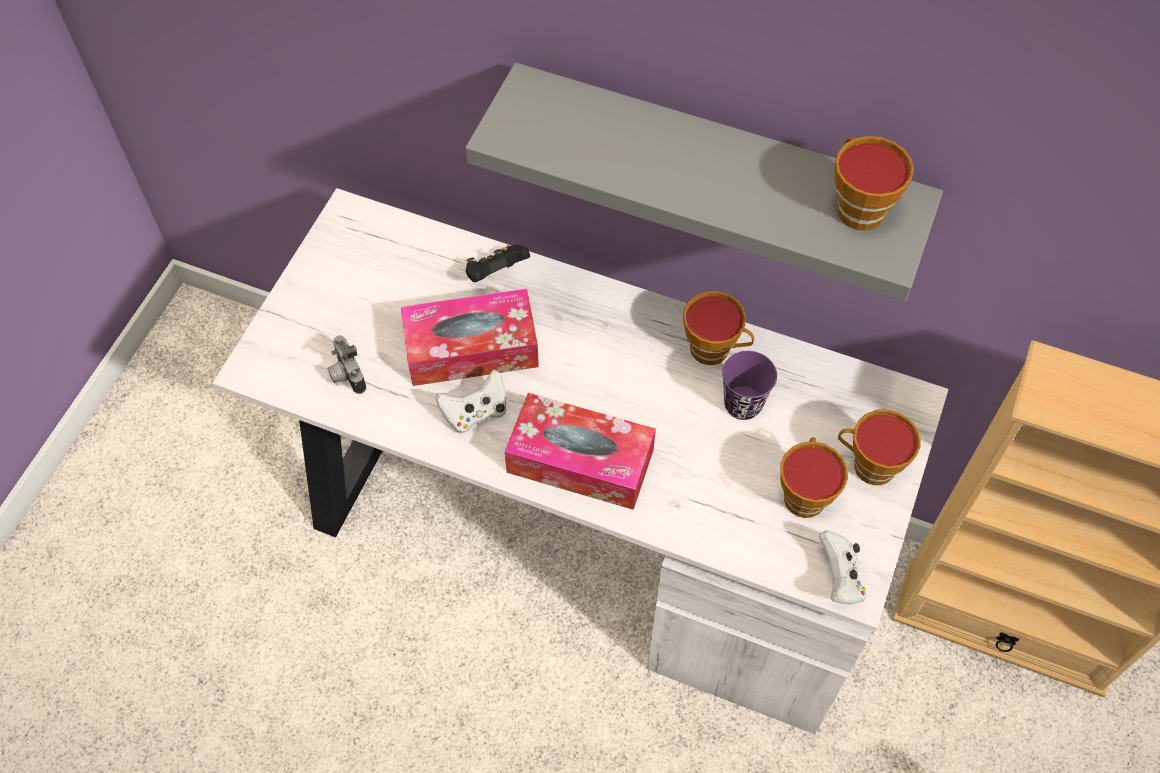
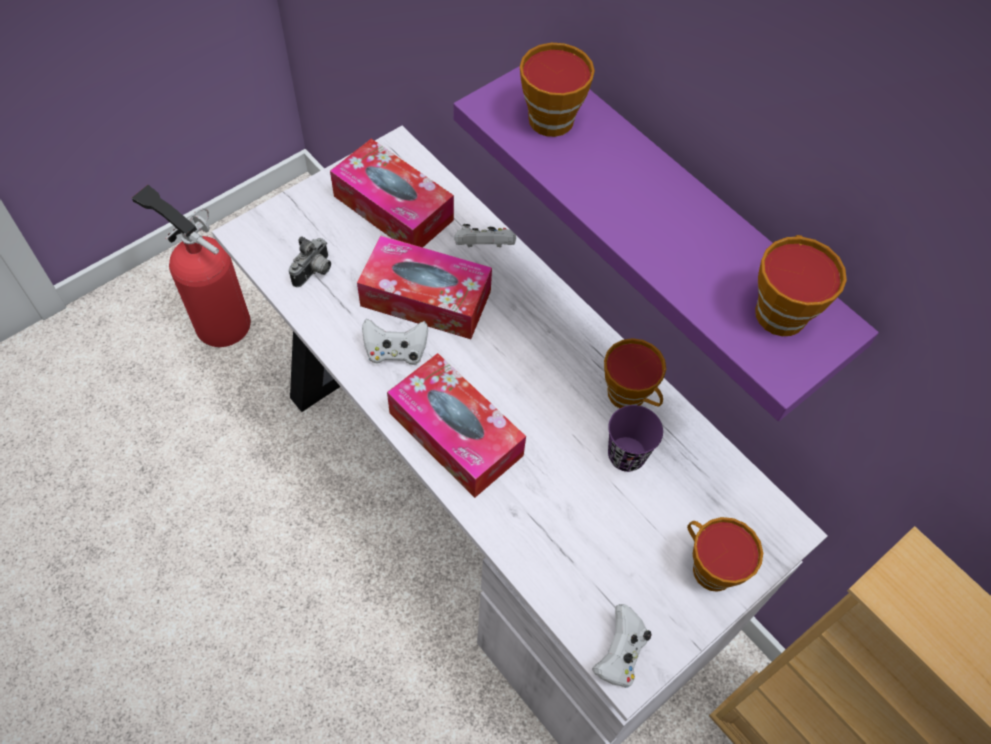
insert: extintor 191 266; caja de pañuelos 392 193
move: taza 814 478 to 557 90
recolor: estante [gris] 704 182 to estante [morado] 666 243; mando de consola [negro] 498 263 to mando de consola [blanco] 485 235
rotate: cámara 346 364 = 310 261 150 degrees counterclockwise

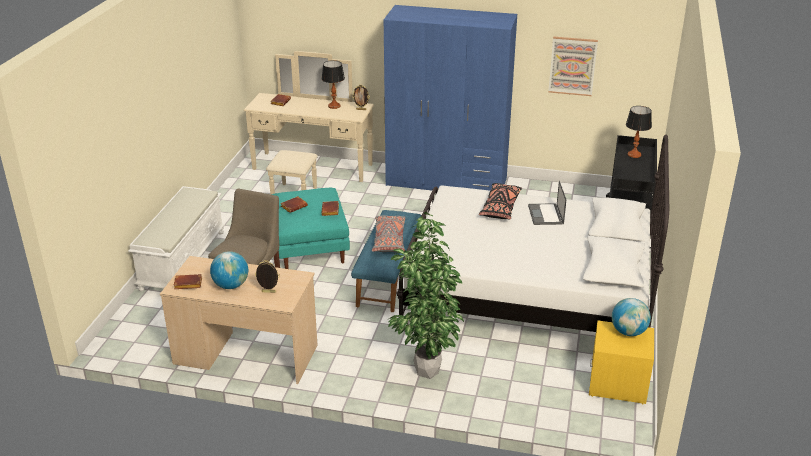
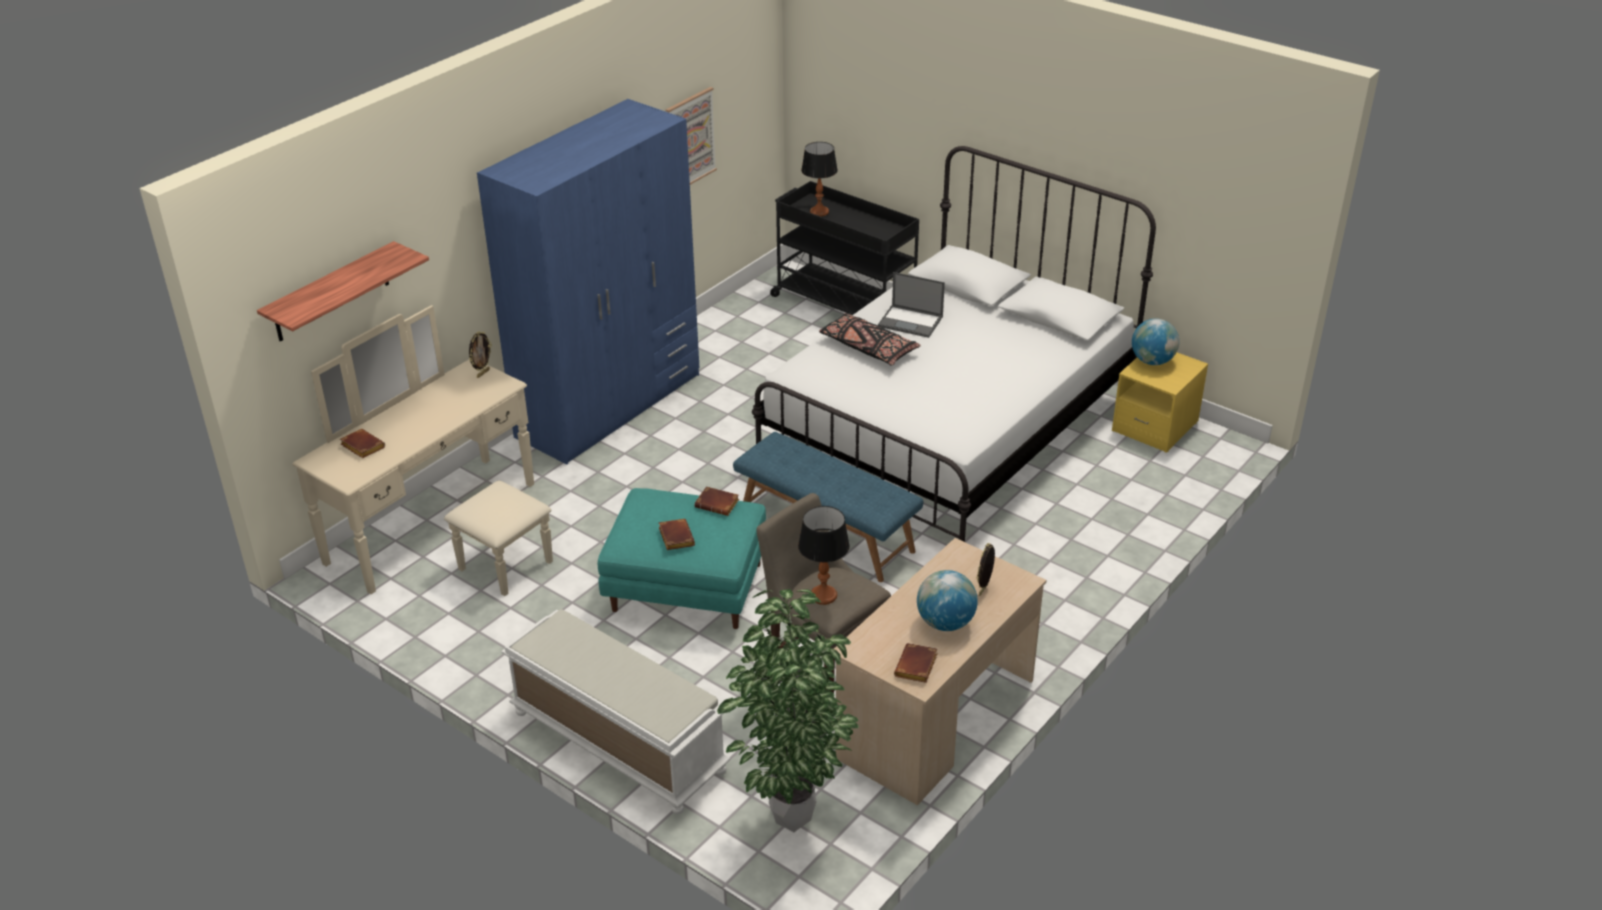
delete: cojín [gris] 389 233
insert: estante 343 291
move: lámpara de mesa 333 84 to 824 555; planta en maceta 426 295 to 788 710

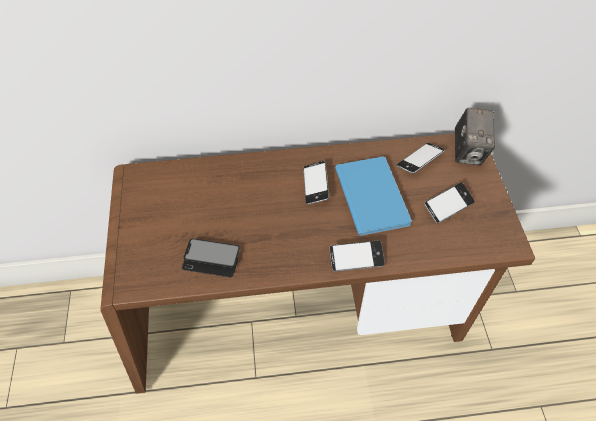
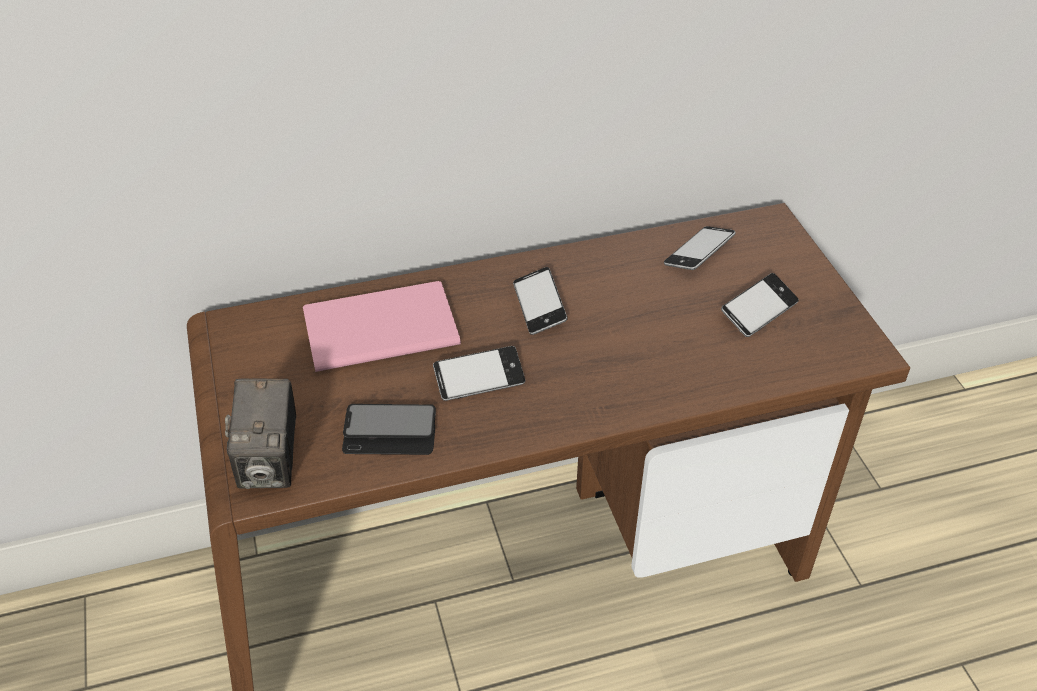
delete: libro [azul] 373 196
insert: libro [rosa] 382 326
move: móvil 357 256 to 479 373; cámara 475 136 to 260 434

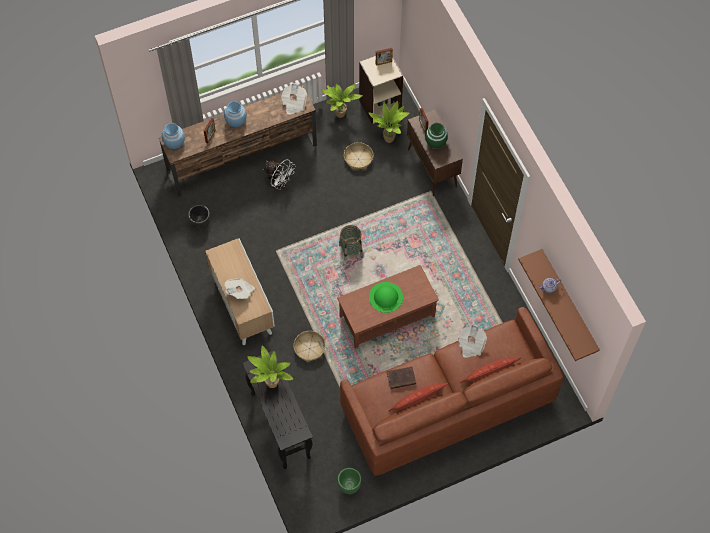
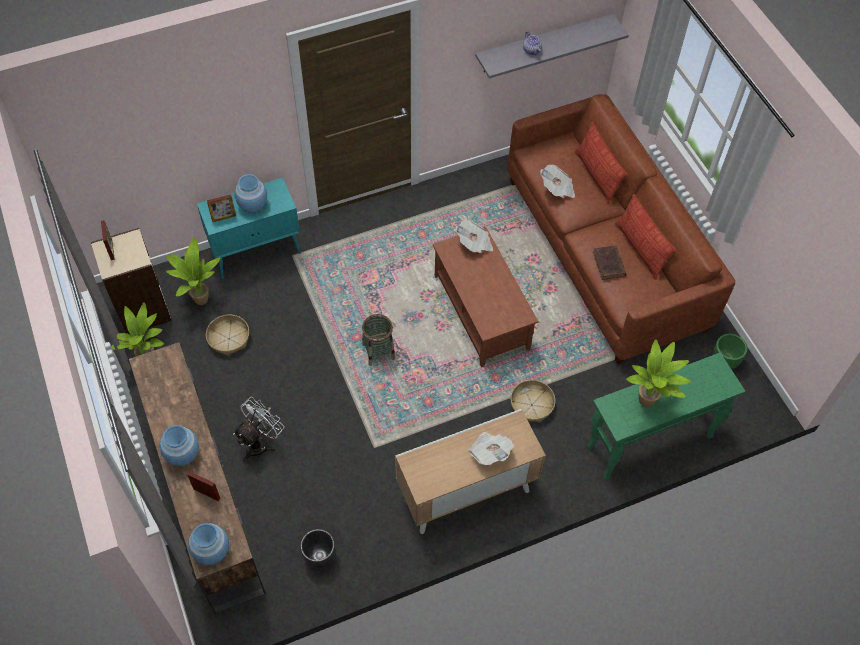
delete: sombrero [verde] 386 297
move: periódico 294 99 to 474 236
recolor: mesa consola [negro] 278 409 to mesa consola [verde] 666 416; armario [marrón] 435 153 to armario [turquesa] 249 228; florero [verde] 436 136 to florero [azul] 251 193; estante [marrón] 559 305 to estante [gris] 552 46

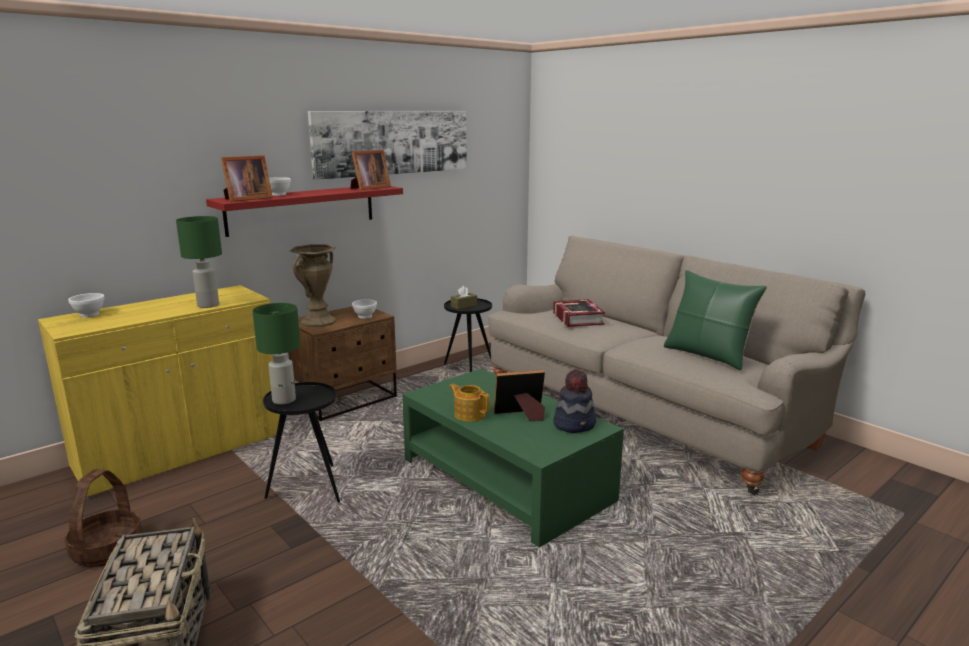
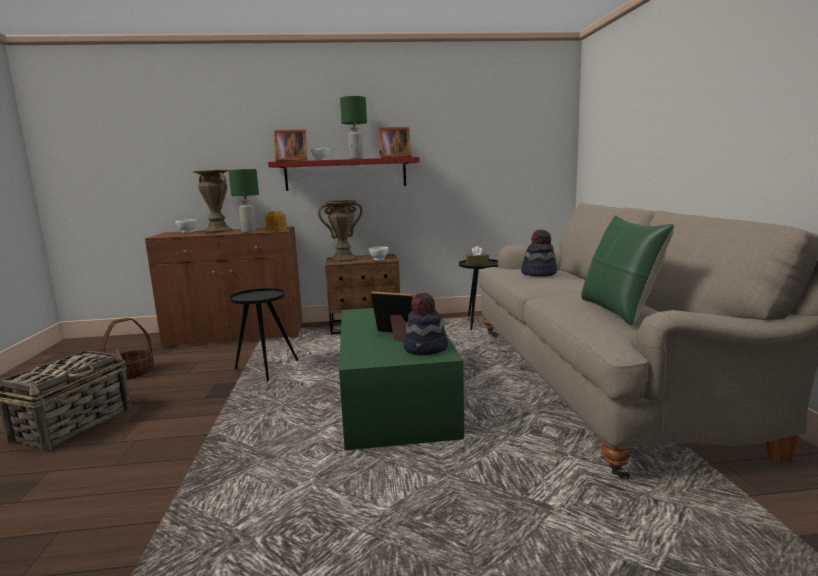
delete: cuadro 387 145
insert: florero [marrón] 212 201
move: lámpara de mesa [verde] 276 354 to 353 127; tetera 469 403 to 276 221
replace: libro 579 313 to sombrero 539 253
recolor: armario [amarillo] 159 391 to armario [marrón] 224 286

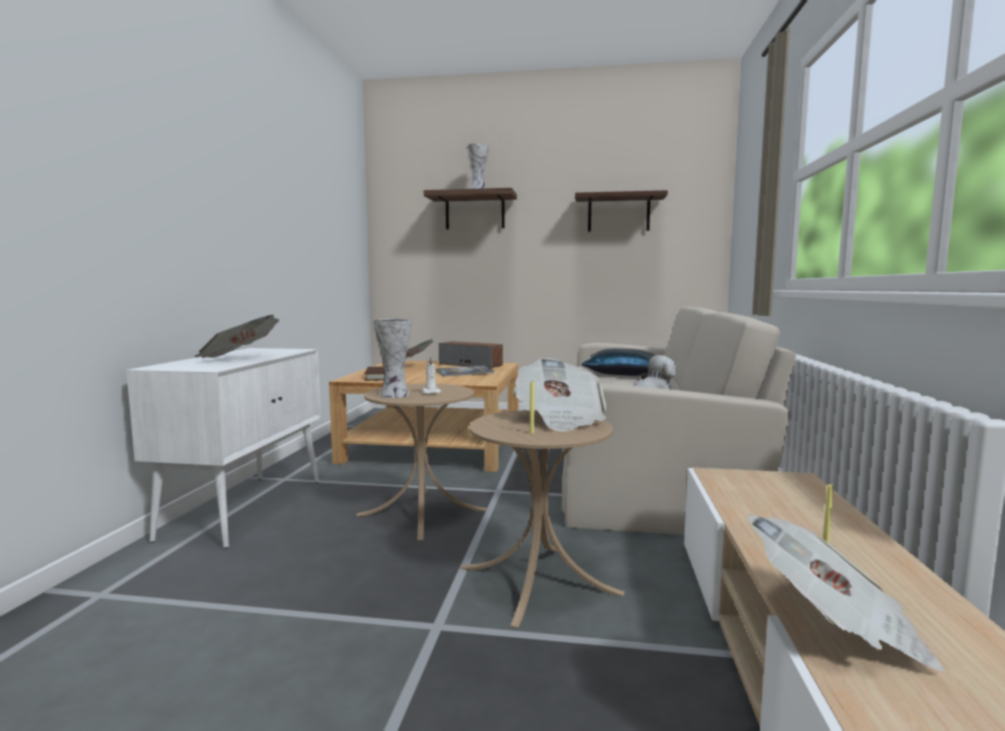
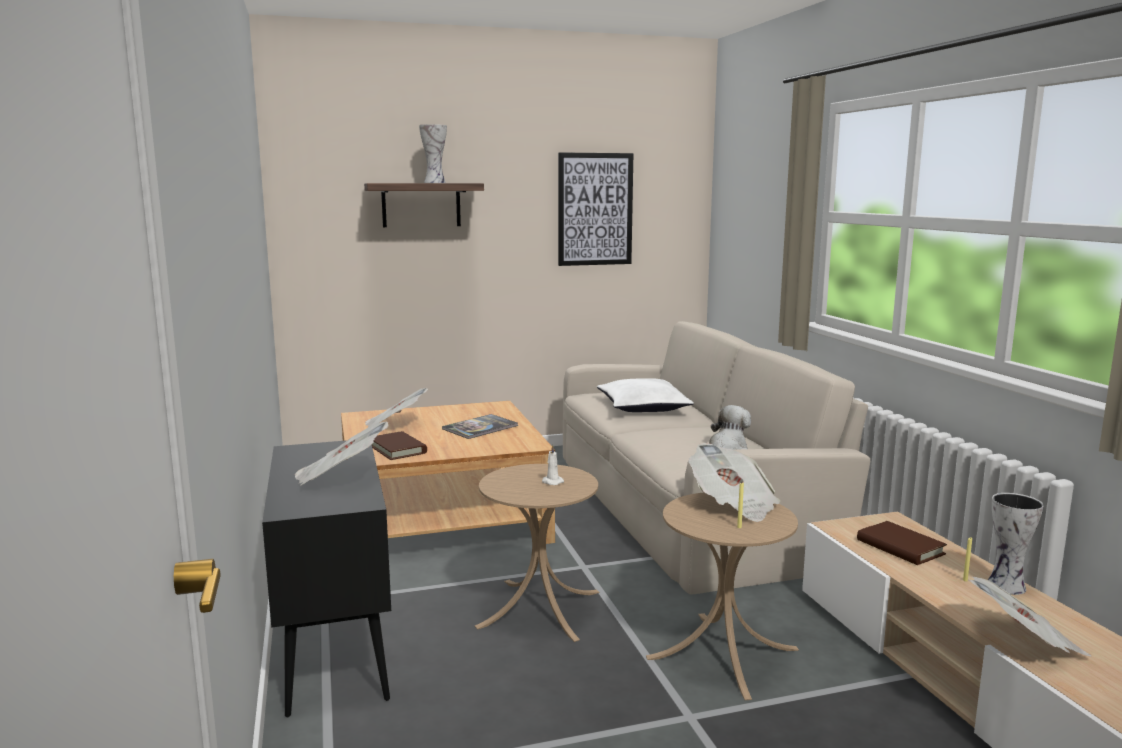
delete: altavoz 471 355
insert: libro [marrón] 902 543
move: florero 393 358 to 1016 544
replace: estante 621 211 to cuadro 595 209
recolor: armario [blanco] 223 448 to armario [negro] 326 579; cojín [azul] 619 362 to cojín [blanco] 645 395

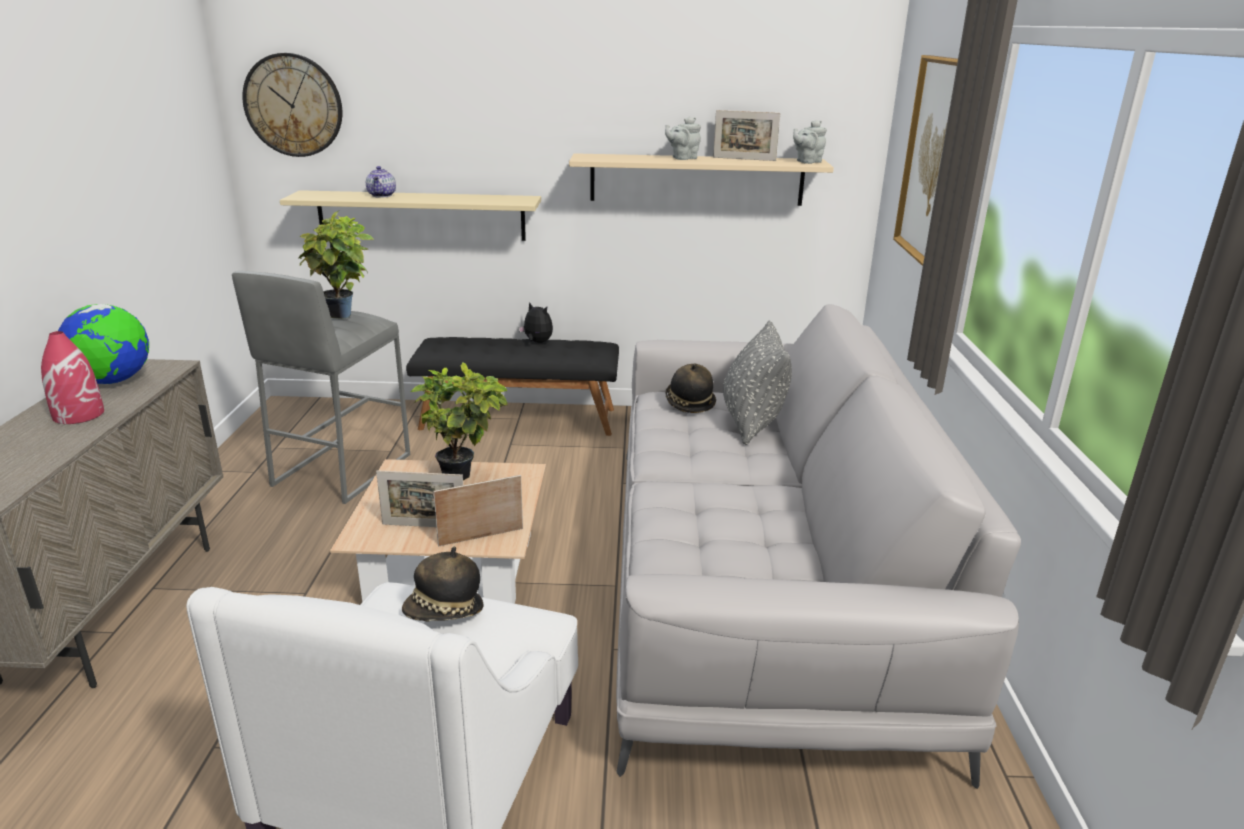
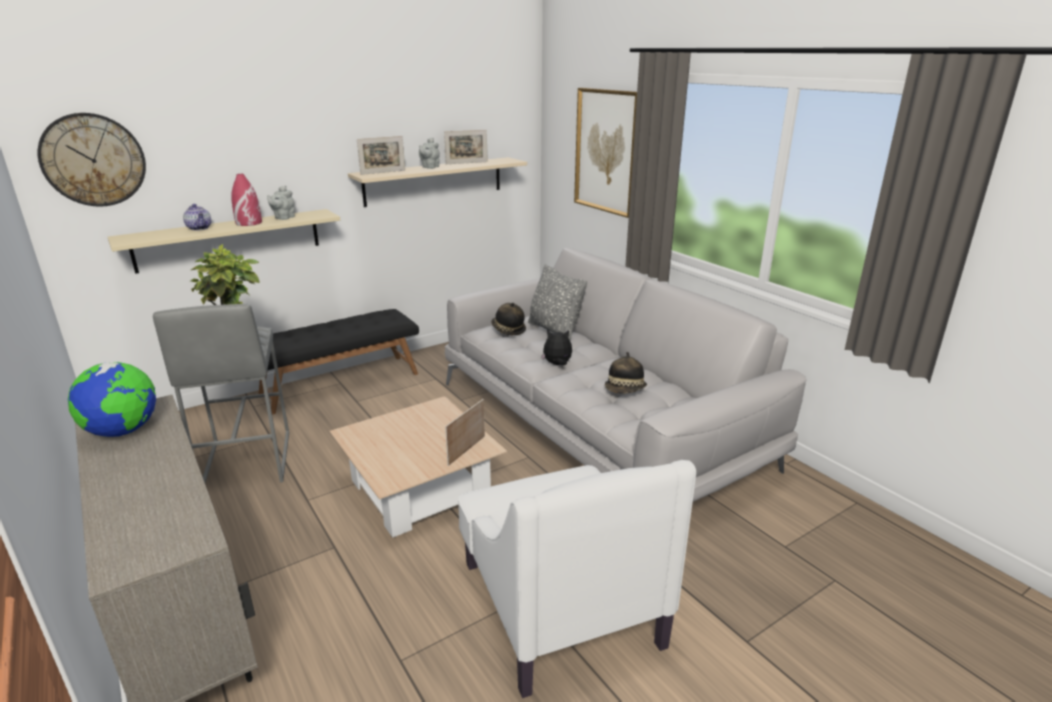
delete: planta en maceta 459 421
move: florero [rojo] 72 377 to 247 200; portarretratos 419 498 to 381 155; sombrero 442 584 to 626 373; peluche 535 322 to 556 347; tetera [gris] 810 142 to 281 203

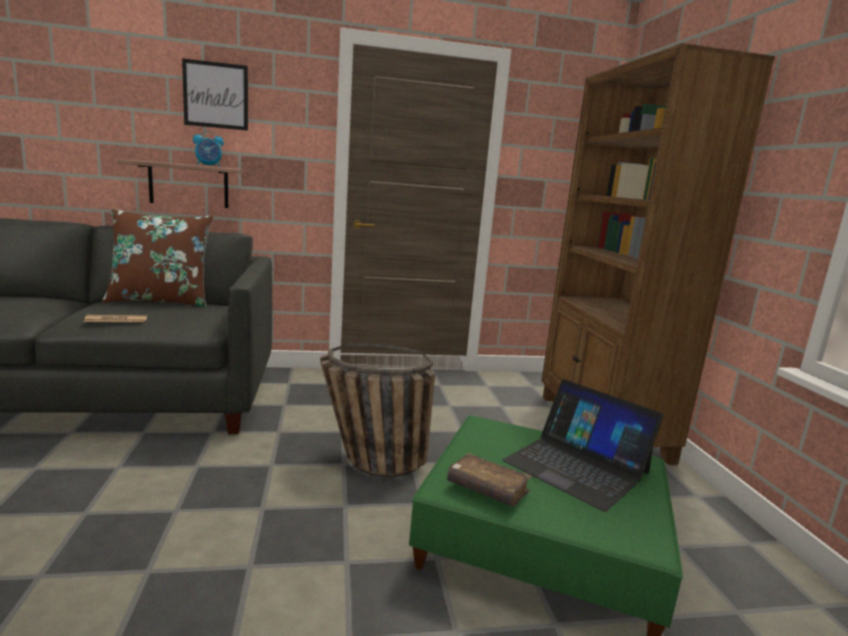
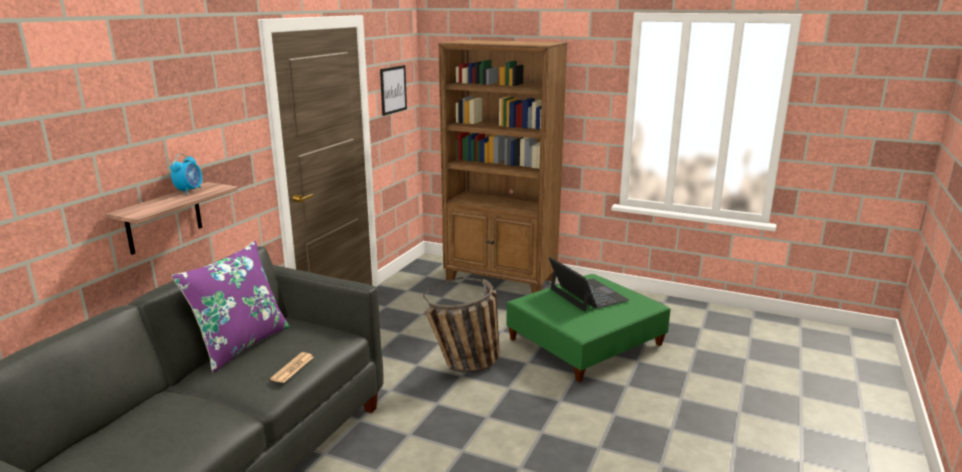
delete: libro [marrón] 489 480
move: cuadro 215 94 to 393 90
recolor: cojín [marrón] 157 258 to cojín [morado] 231 307
rotate: portátil 583 445 = 589 284 105 degrees counterclockwise

